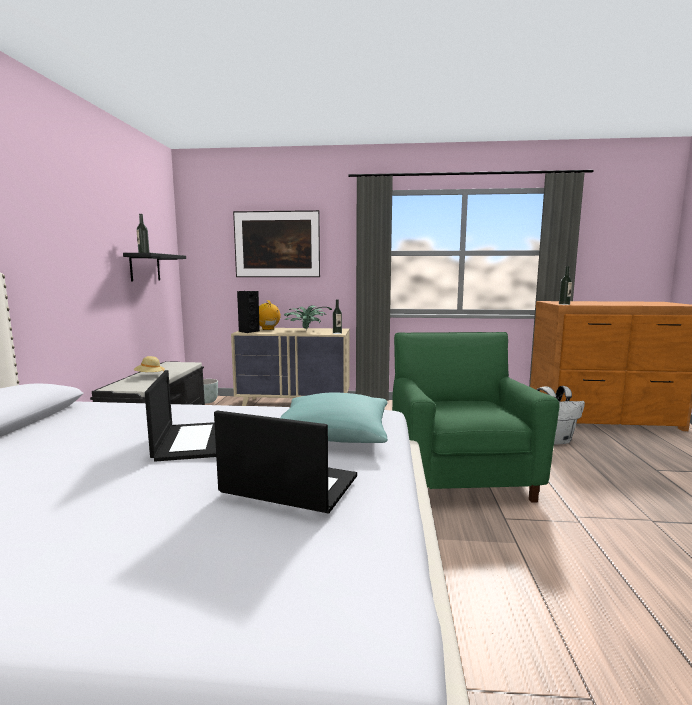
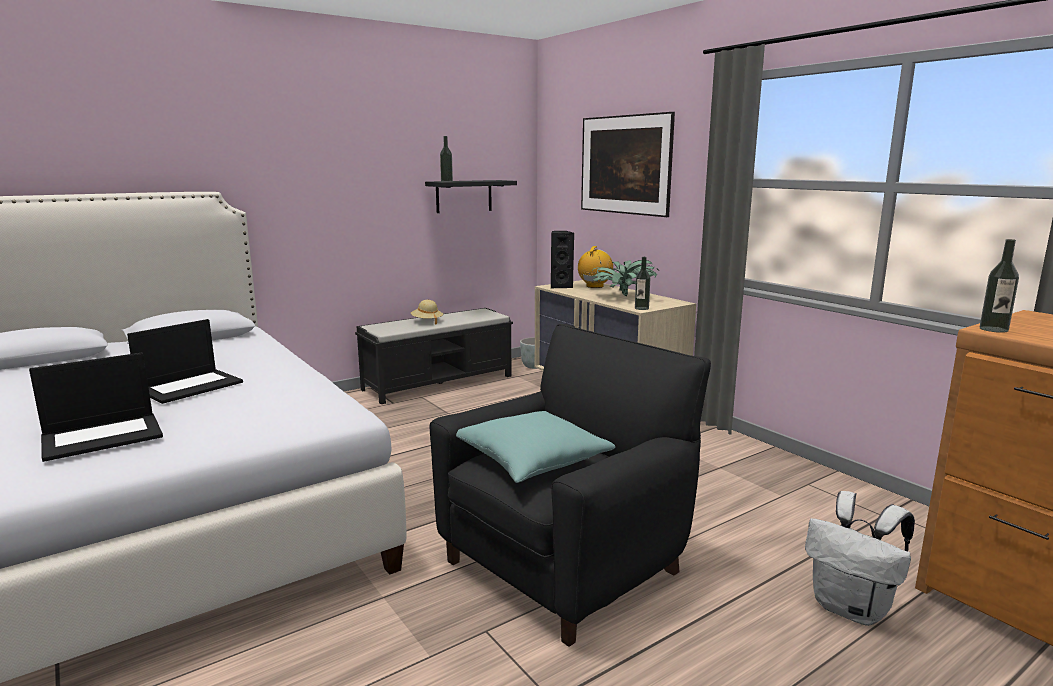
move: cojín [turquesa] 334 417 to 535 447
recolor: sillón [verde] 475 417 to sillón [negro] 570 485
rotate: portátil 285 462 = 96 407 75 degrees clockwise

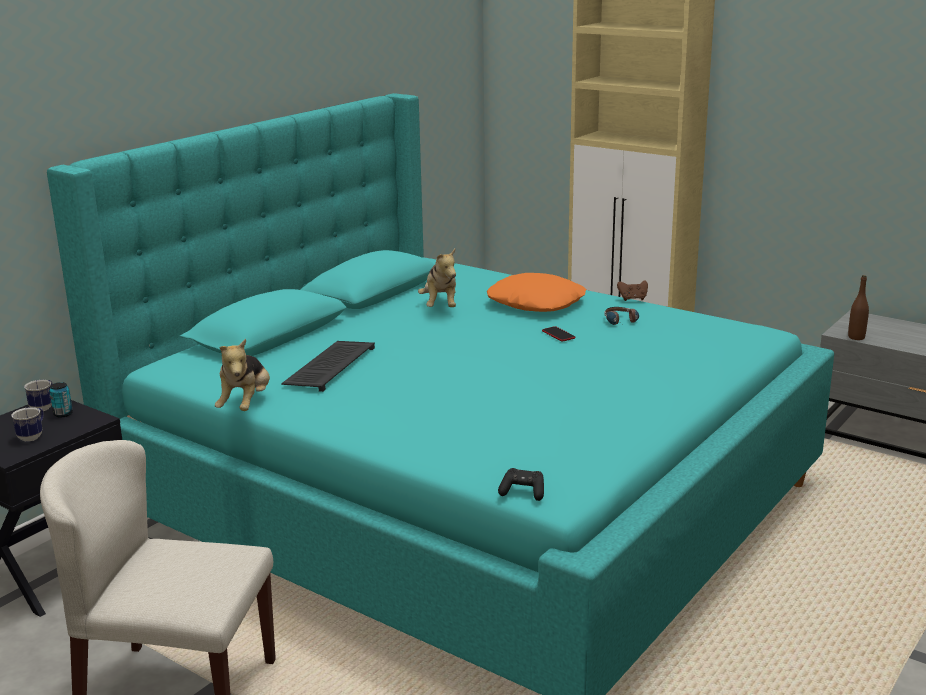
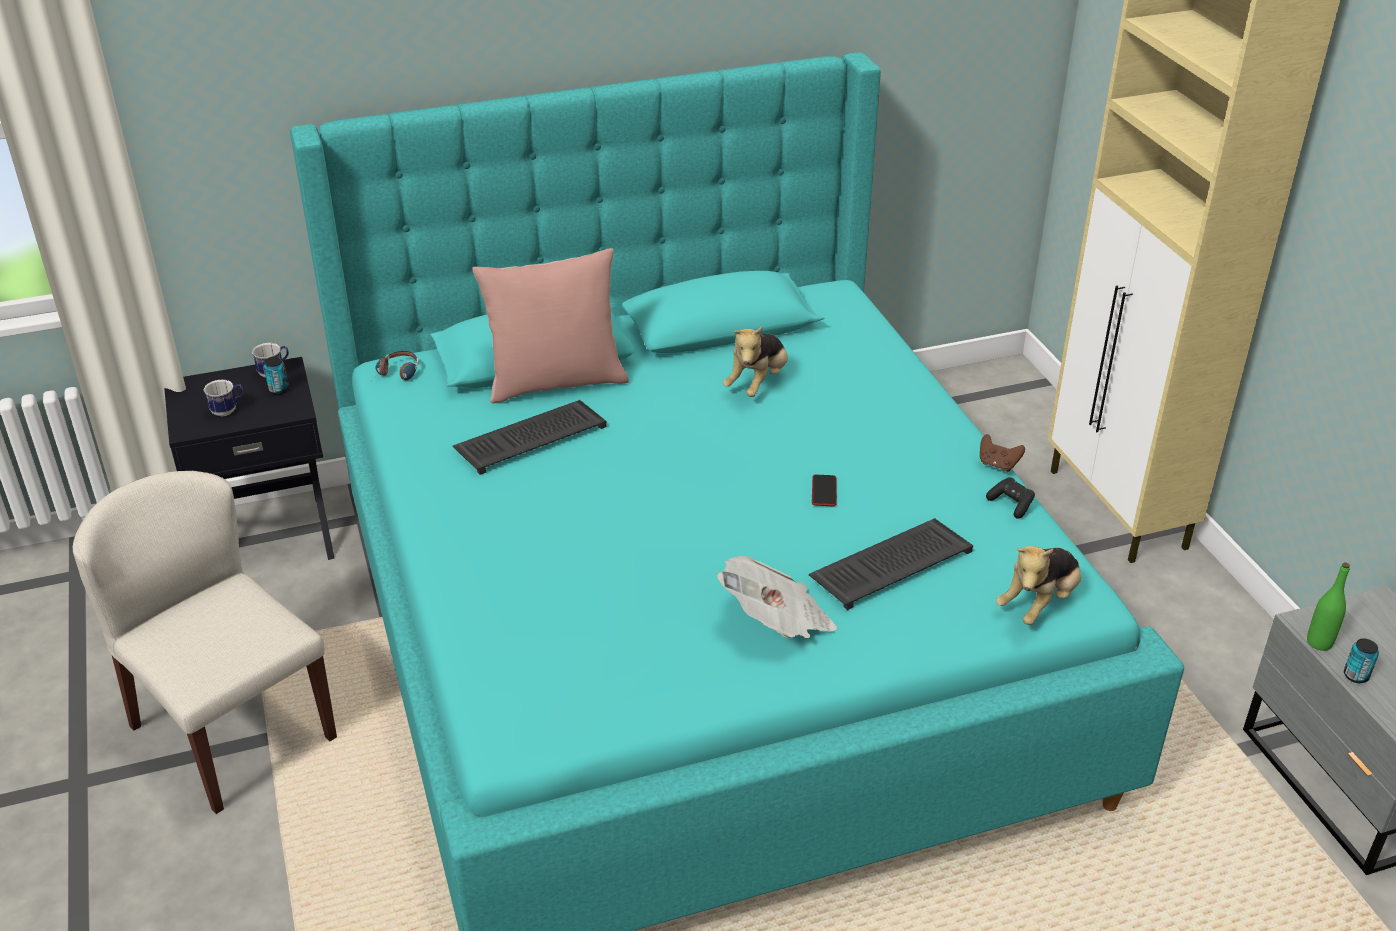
delete: cojín [naranja] 536 292
insert: cojín [rosa] 550 326; periódico 777 597; teclado 891 564; lata 1361 661
move: peluche 242 375 to 1038 585; mando de consola [negro] 521 484 to 1010 498; auriculares 621 316 to 395 365
recolor: botella [marrón] 858 307 to botella [verde] 1328 606

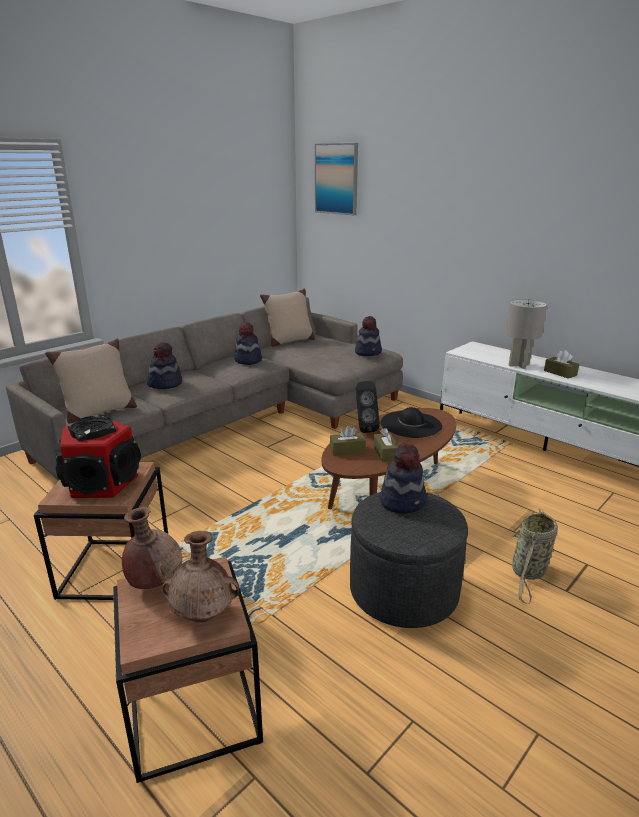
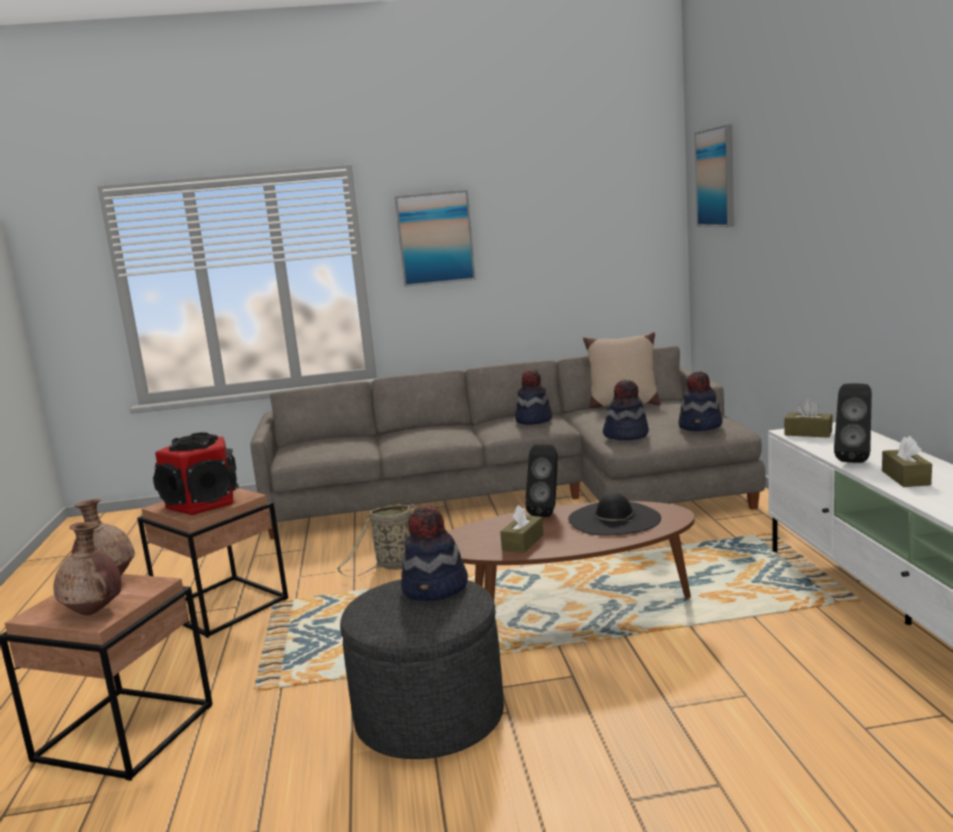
delete: cojín [beis] 91 381
insert: cuadro 435 238
move: sombrero 164 365 to 626 409; caja de pañuelos [marrón] 348 441 to 808 418; cesta 535 556 to 377 540
replace: lámpara de mesa [gris] 526 334 to altavoz [negro] 853 423

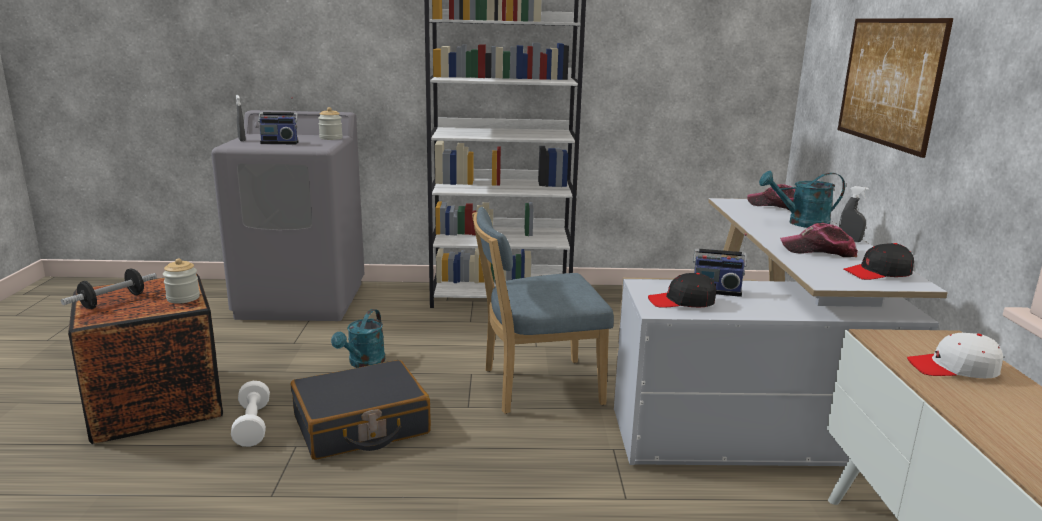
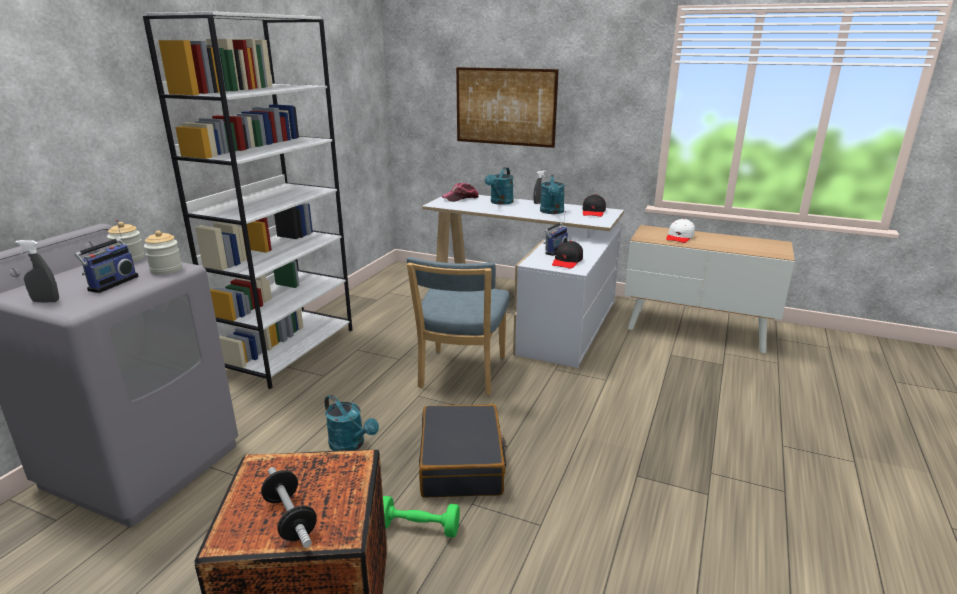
move: tarro 181 280 to 163 253
replace: gorra 819 240 to regadera [turquesa] 552 194
recolor: mancuerna [blanco] 250 414 to mancuerna [verde] 421 517

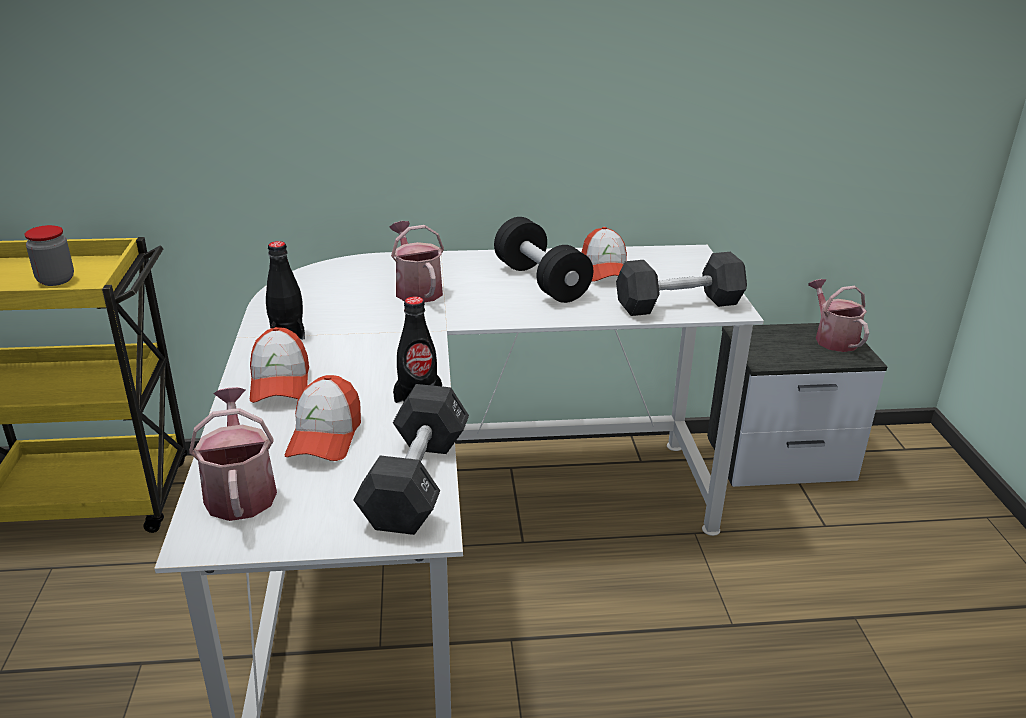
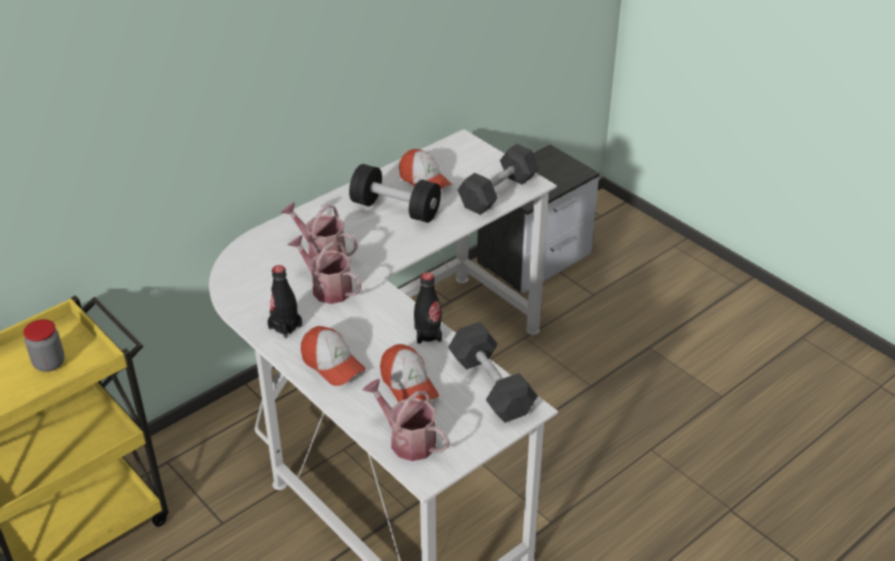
move: regadera 838 315 to 324 269

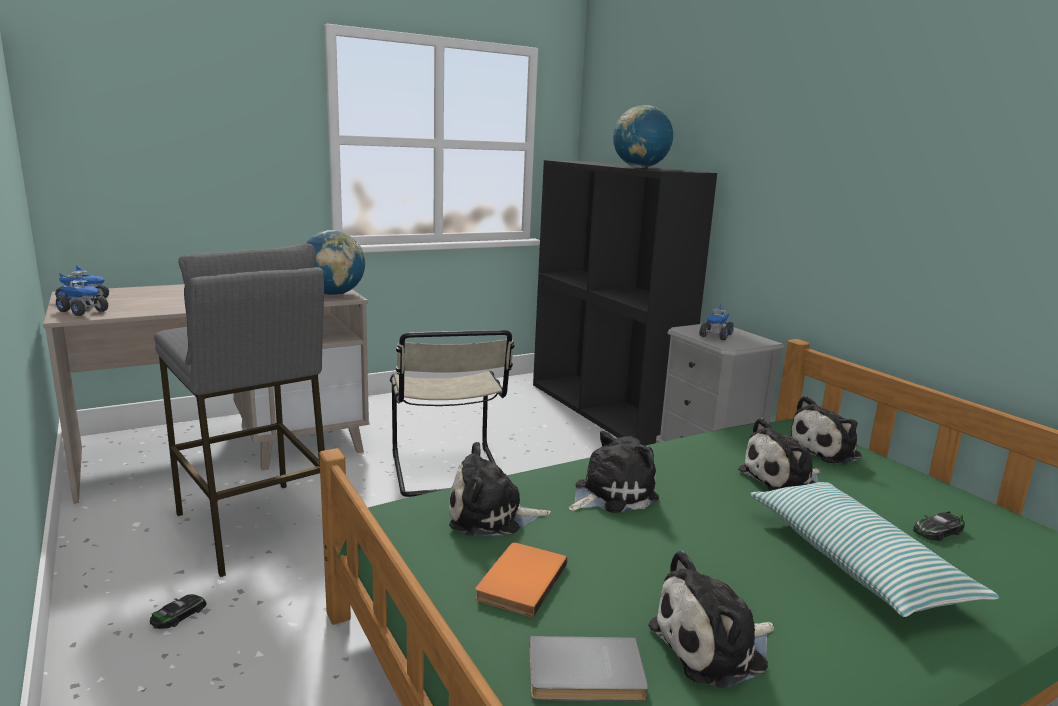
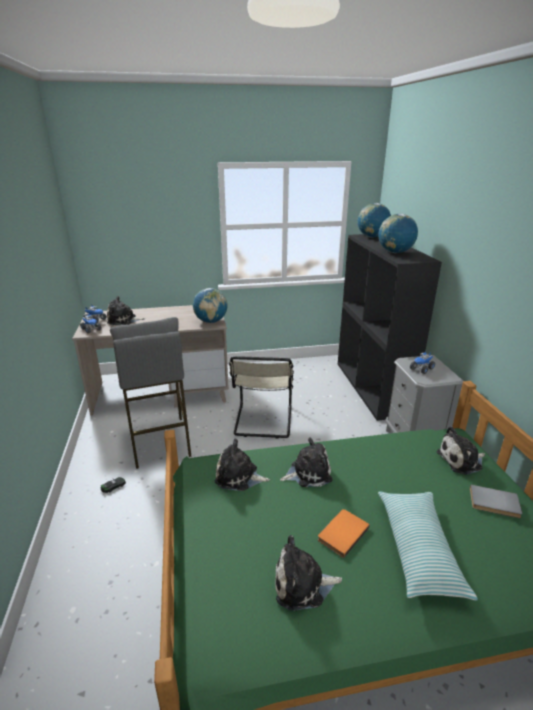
delete: coche de juguete 939 525
insert: globo terráqueo 374 220
move: libro [naranja] 521 580 to 344 533; libro [gris] 588 669 to 496 501; peluche 779 454 to 126 310

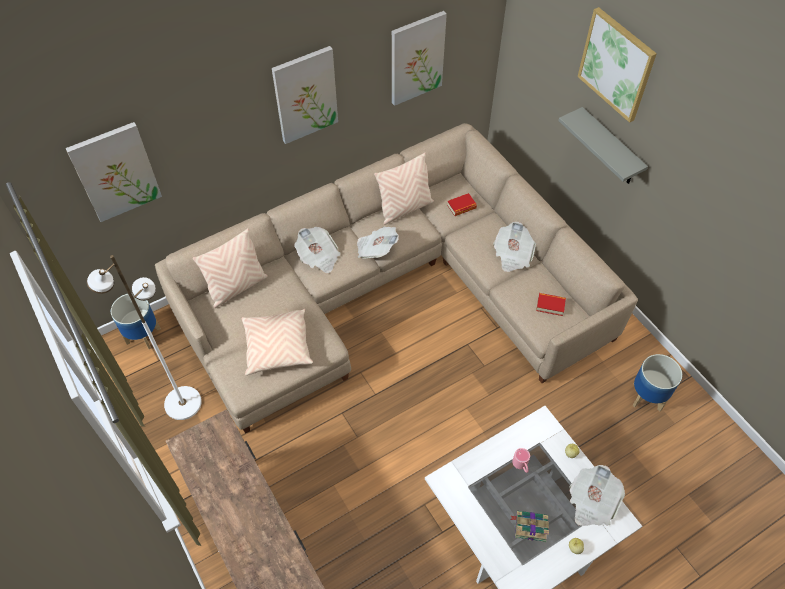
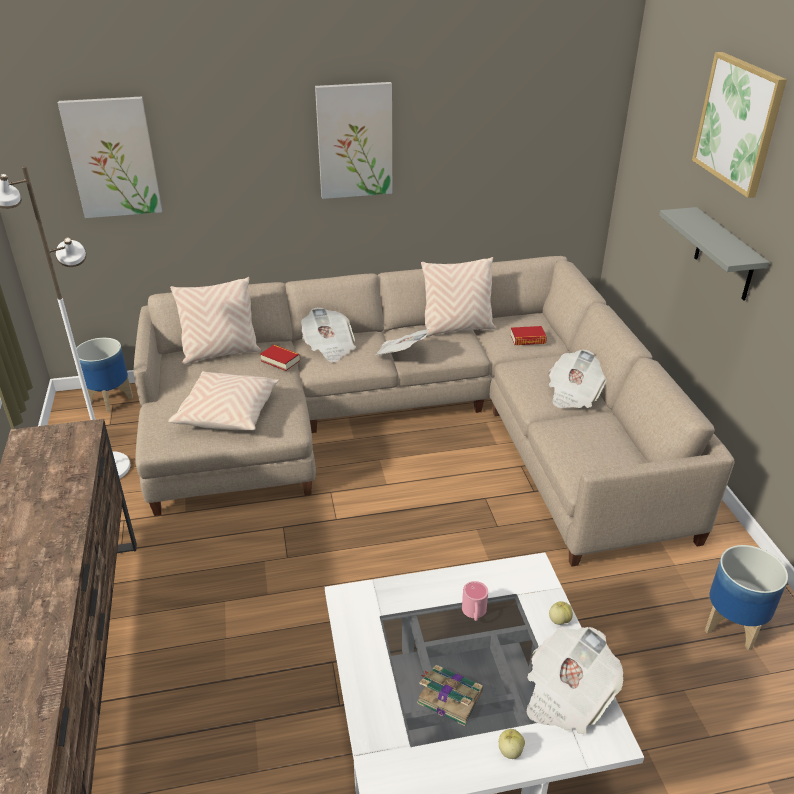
delete: cuadro 419 58
move: libro 551 304 to 280 358

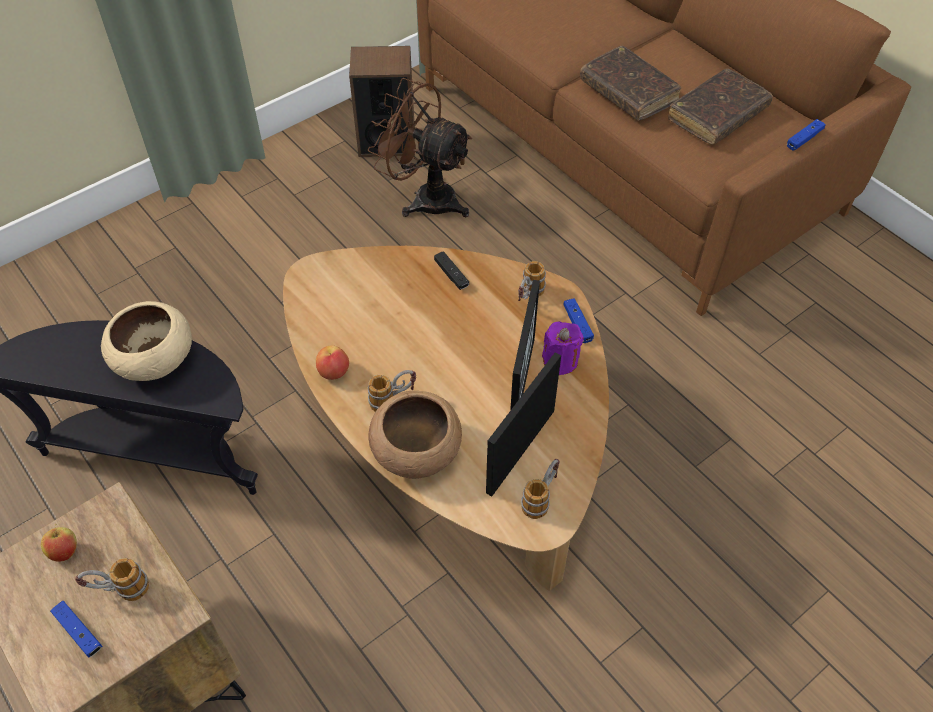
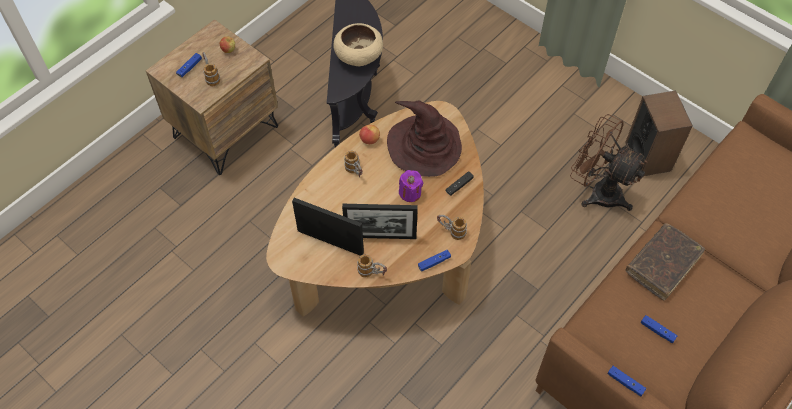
delete: cuenco [marrón] 415 435
insert: sombrero [marrón] 424 139
move: taza grande 540 489 to 372 265; vela [morado] 563 348 to 411 186
replace: libro [marrón] 720 106 to mando de consola [azul] 659 329
rotate: ventilador [marrón] 420 147 = 609 162 75 degrees counterclockwise

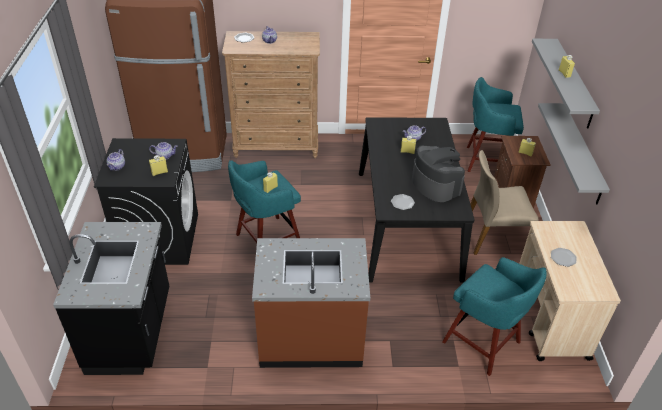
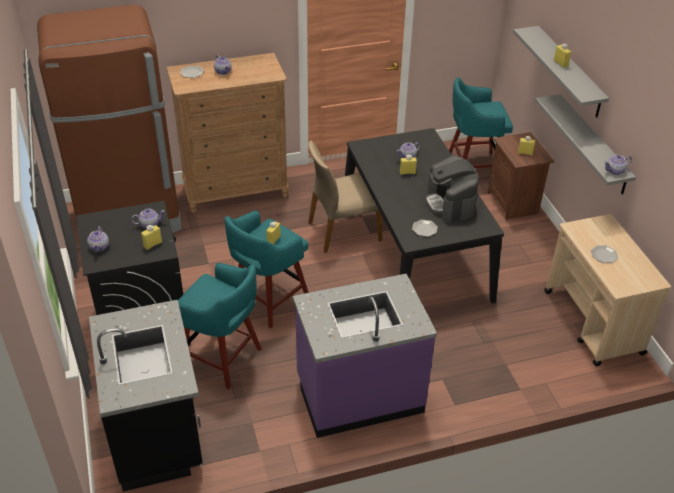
insert: tetera 618 165
move: taburete [turquesa] 494 316 to 220 326; silla [beis] 504 202 to 345 196
recolor: mueble bajo de cocina [marrón] 311 303 to mueble bajo de cocina [morado] 365 356
rotate: cafetera 438 174 = 452 188 150 degrees counterclockwise

